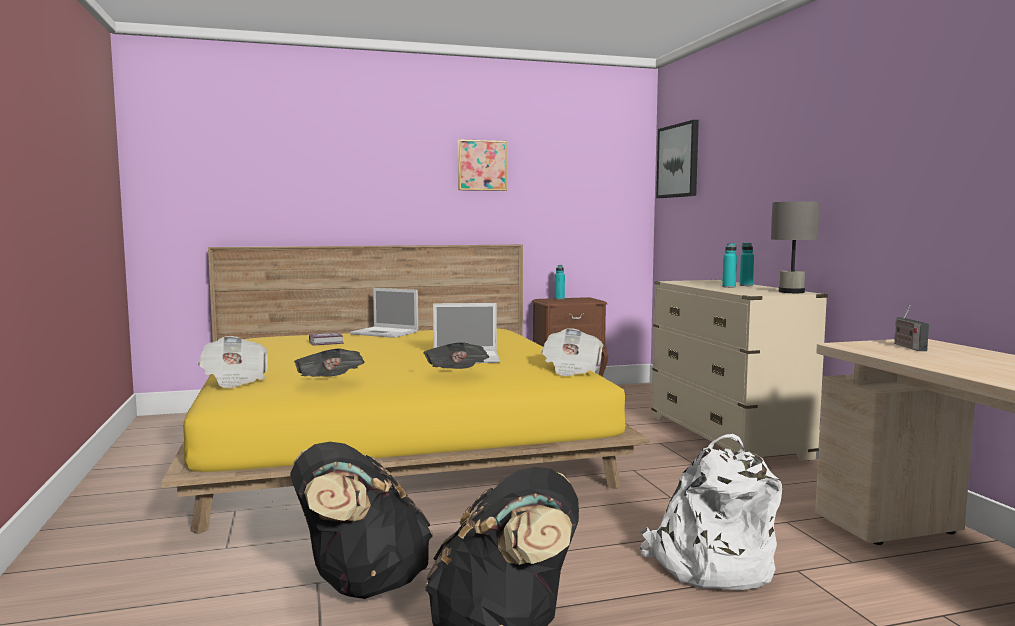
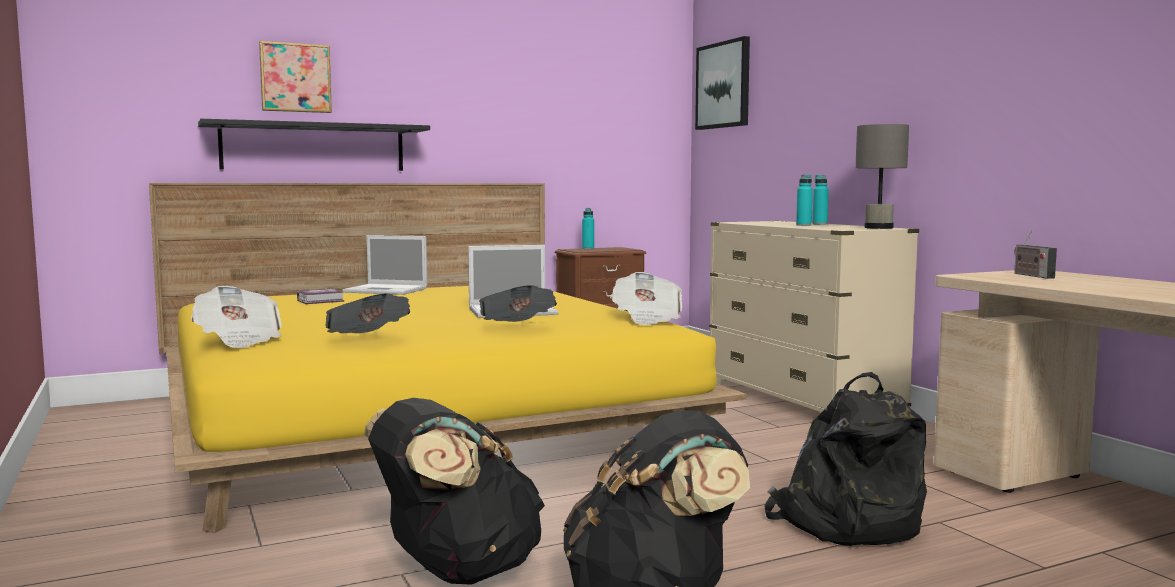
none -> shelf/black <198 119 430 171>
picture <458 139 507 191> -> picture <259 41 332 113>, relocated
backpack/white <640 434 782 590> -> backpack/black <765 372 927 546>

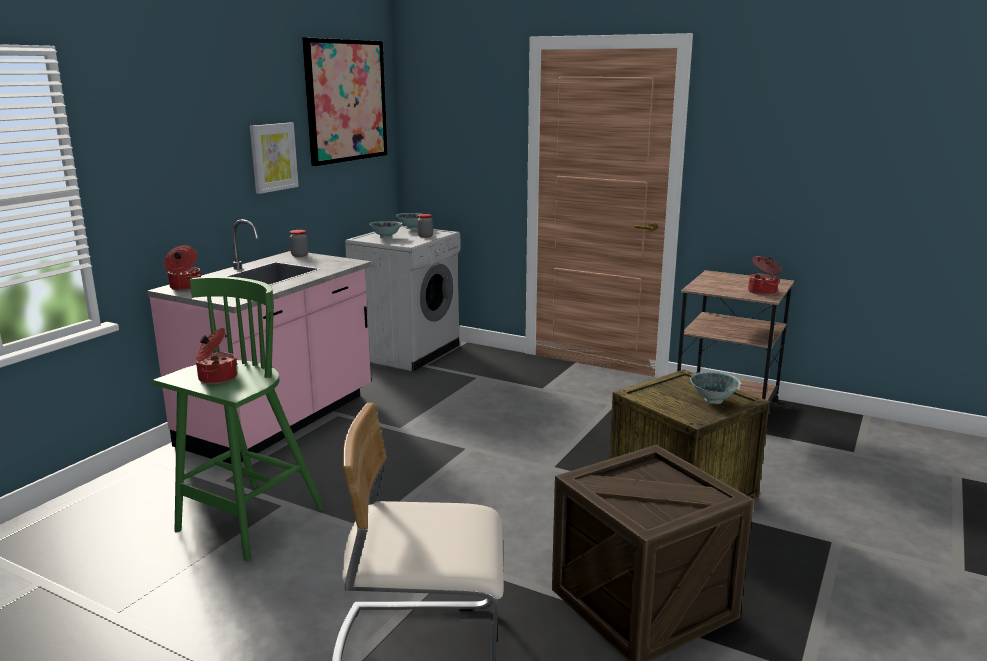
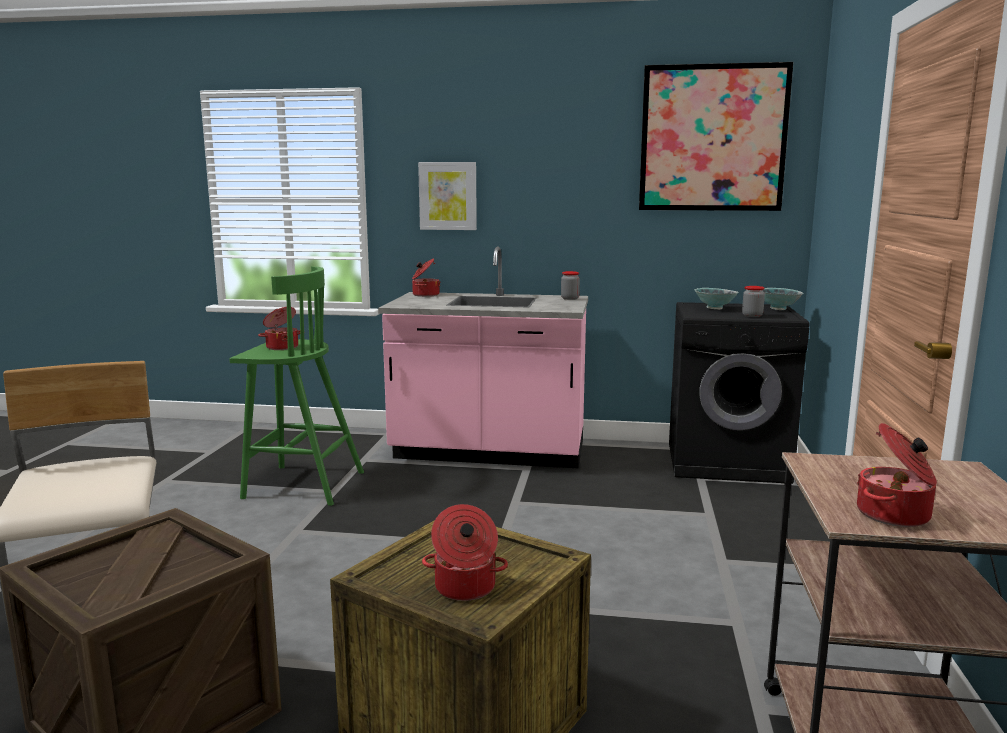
picture <250 123 299 194> -> picture <418 162 477 230>, relocated
bowl <690 372 741 404> -> cooking pot <422 504 508 601>
washing machine/white <345 226 460 371> -> washing machine/black <669 302 809 484>

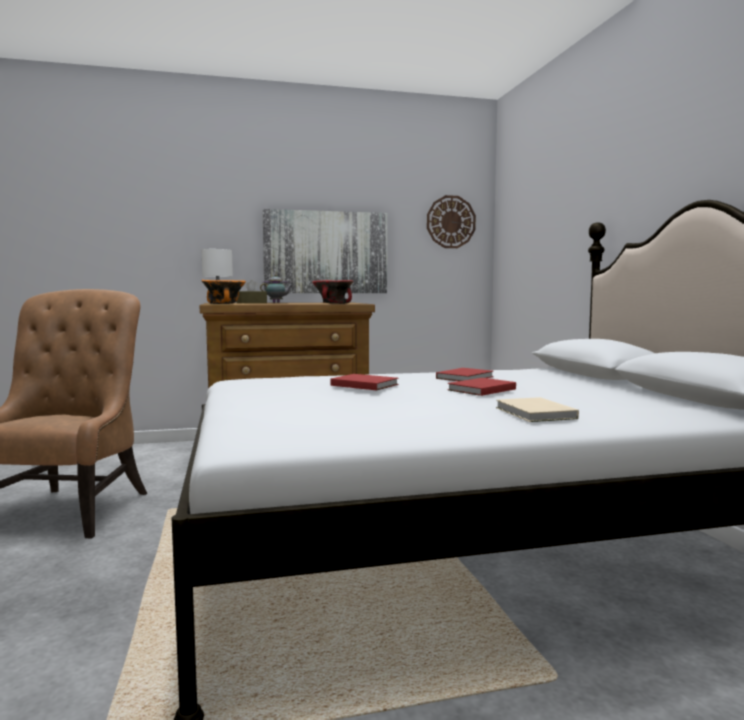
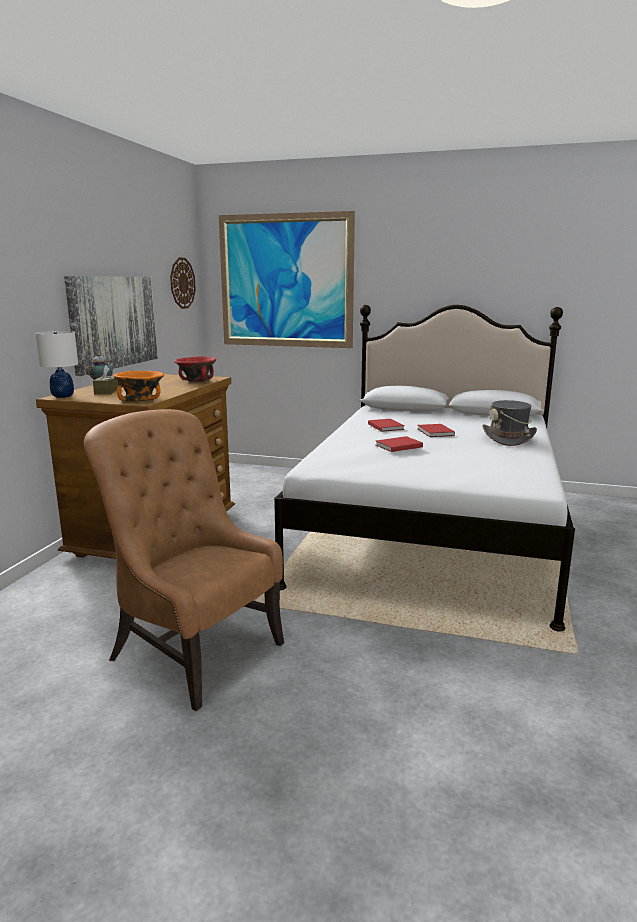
none -> picture <219 211 355 348>
book/beige <496 397 579 422> -> hat/grey <482 400 537 446>

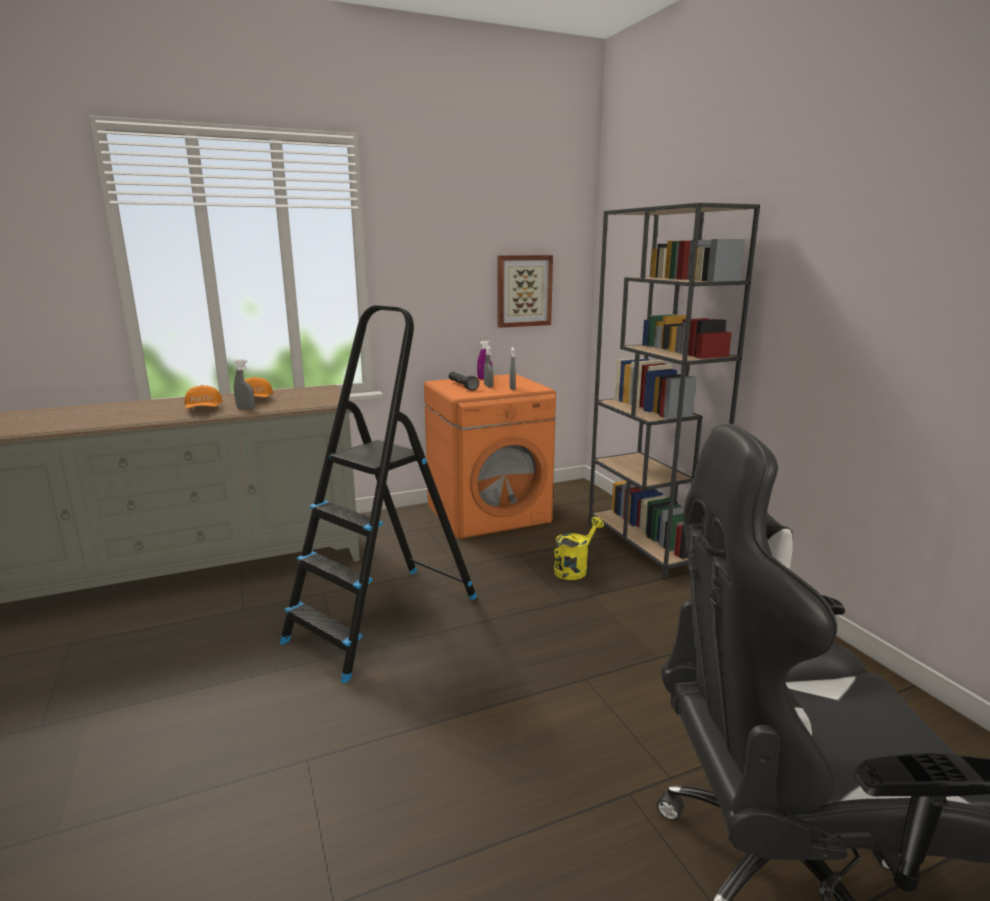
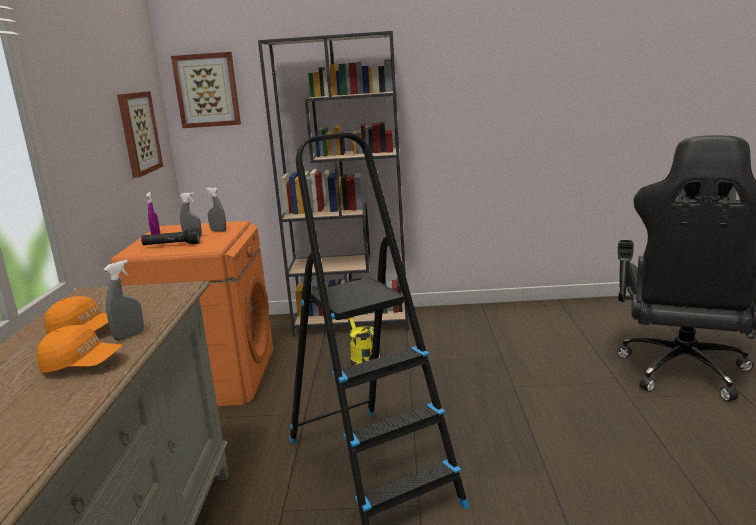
none -> picture <171 52 241 128>

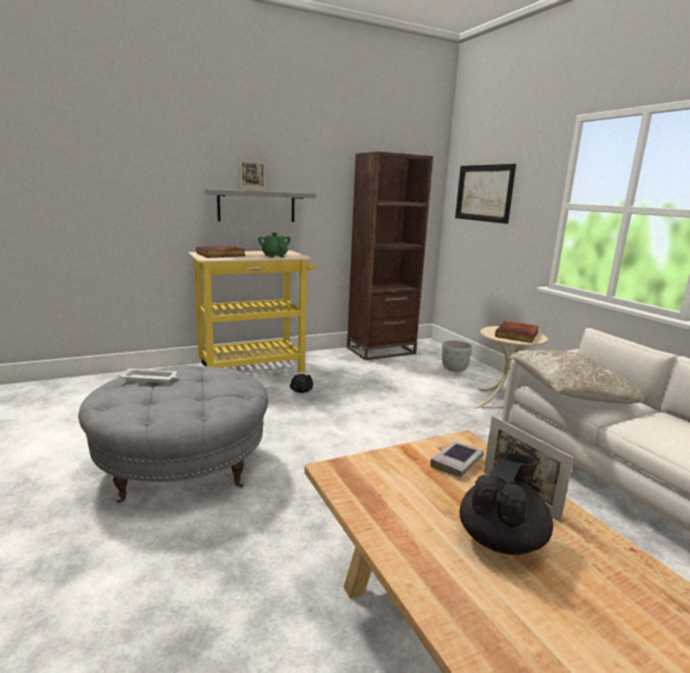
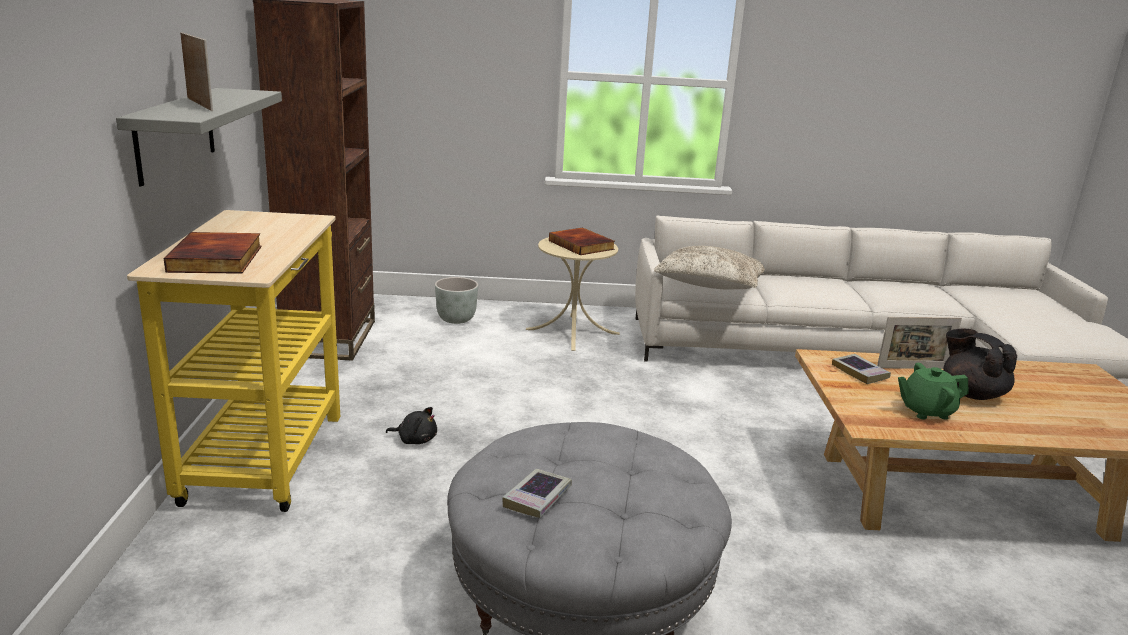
tray/white <119 368 177 383> -> book <502 469 572 518>
teapot/green <258 233 291 258> -> teapot/green <898 363 969 420>, relocated
picture <455 164 516 224> -> none

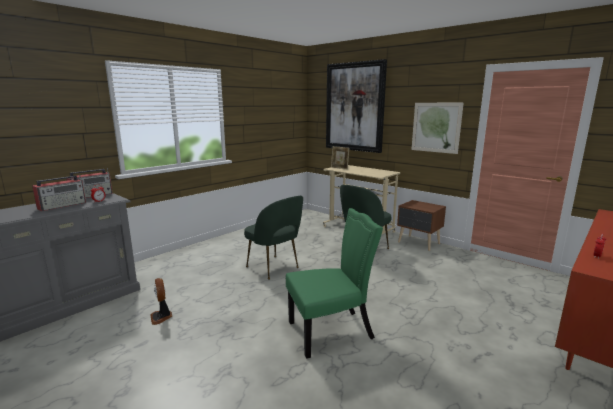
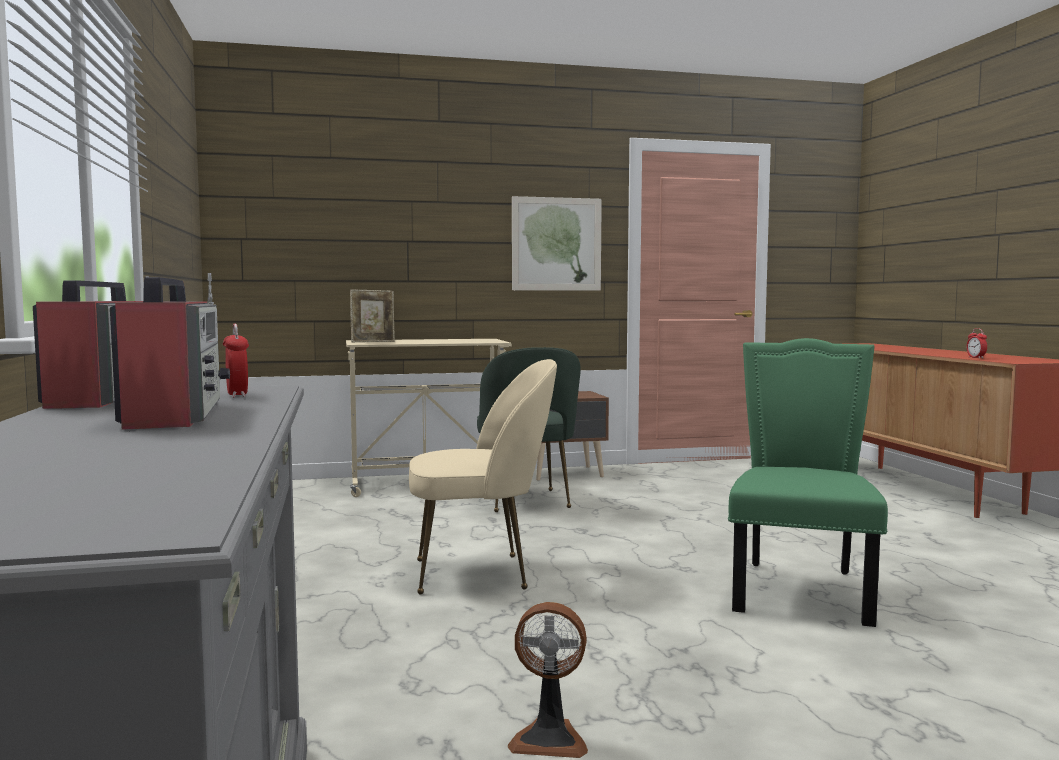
chair/green <244 196 303 280> -> chair/beige <409 359 557 595>
picture <326 59 387 153> -> none

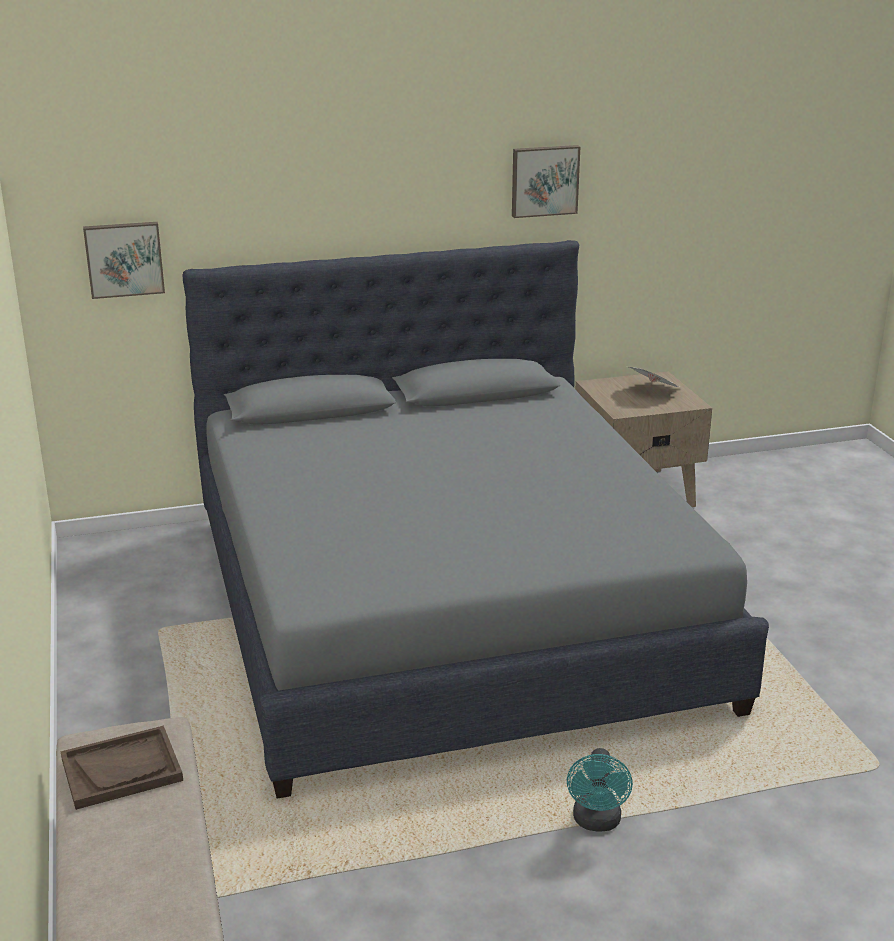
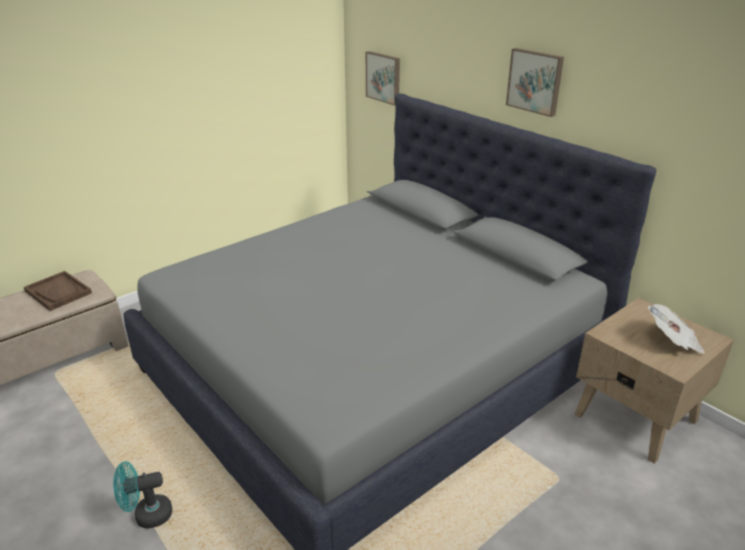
picture <512 145 580 218> -> picture <506 48 564 117>, relocated

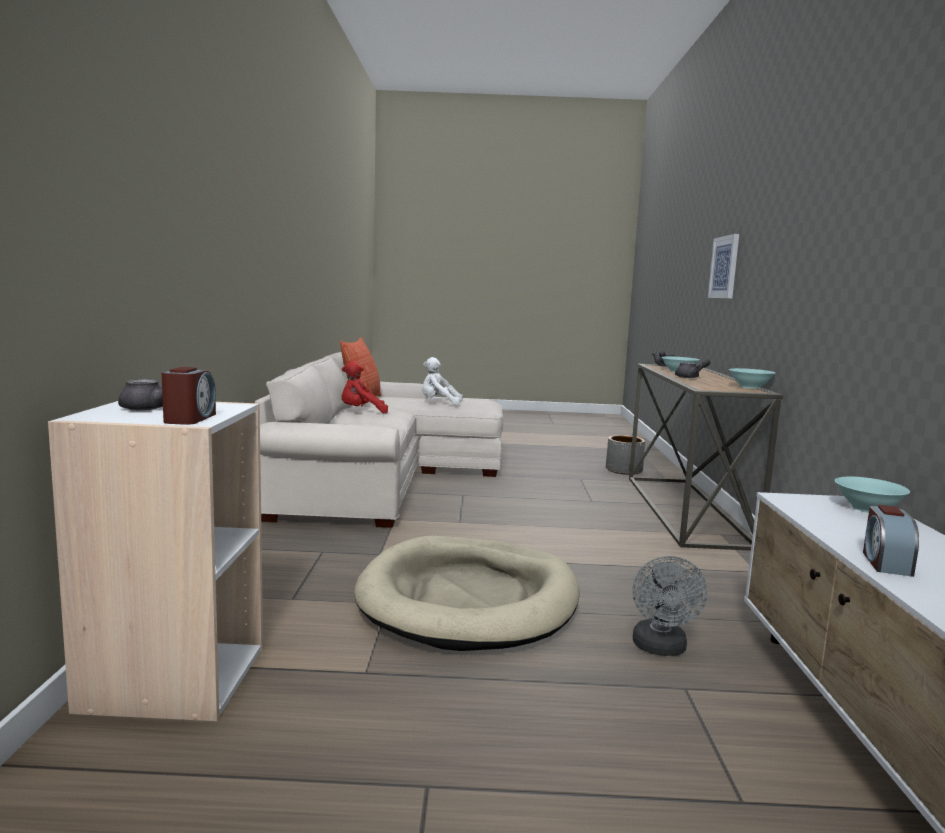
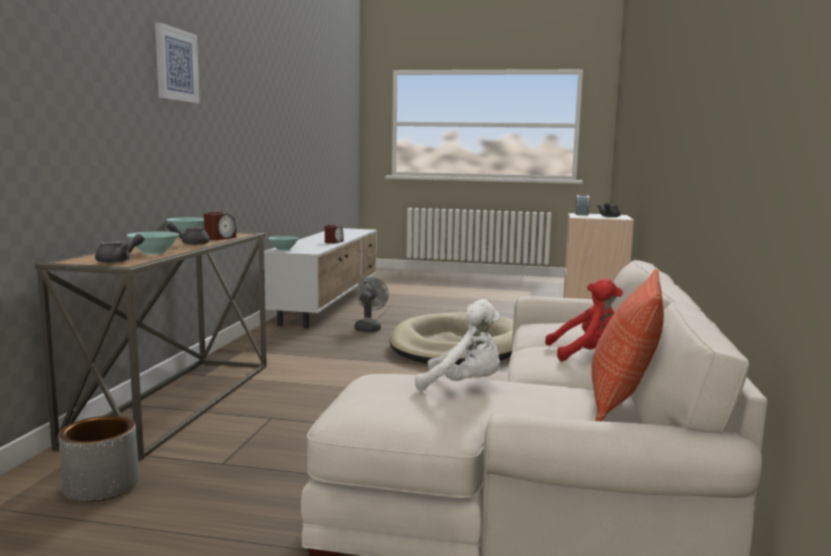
picture <708 234 739 298> -> picture <155 22 200 103>, relocated
none -> alarm clock <204 211 236 240>

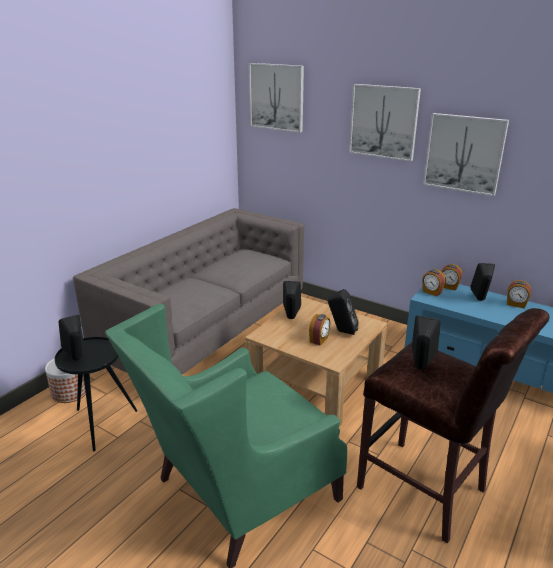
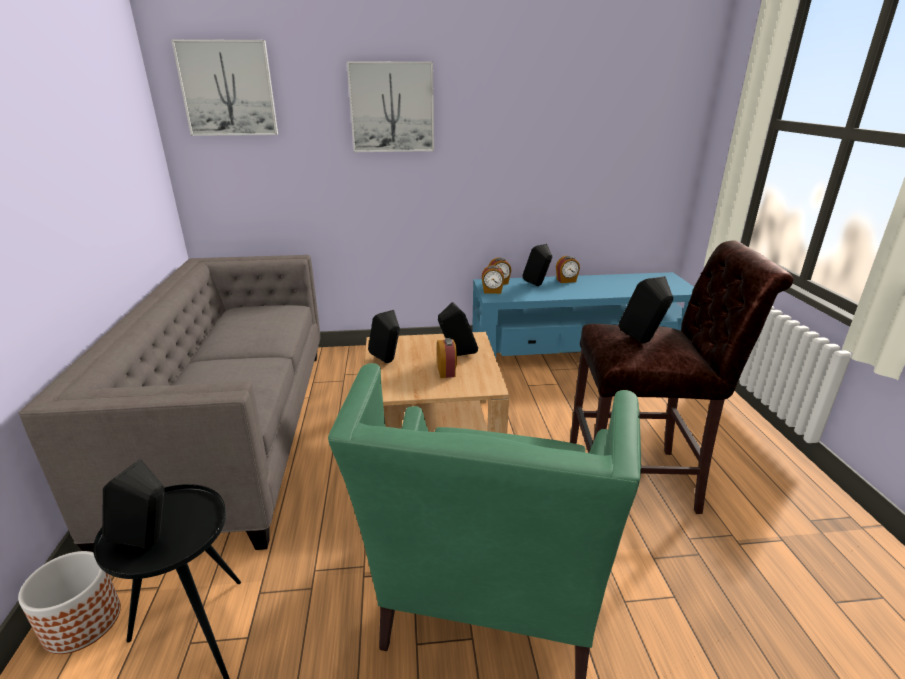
picture <423 113 509 196> -> none

